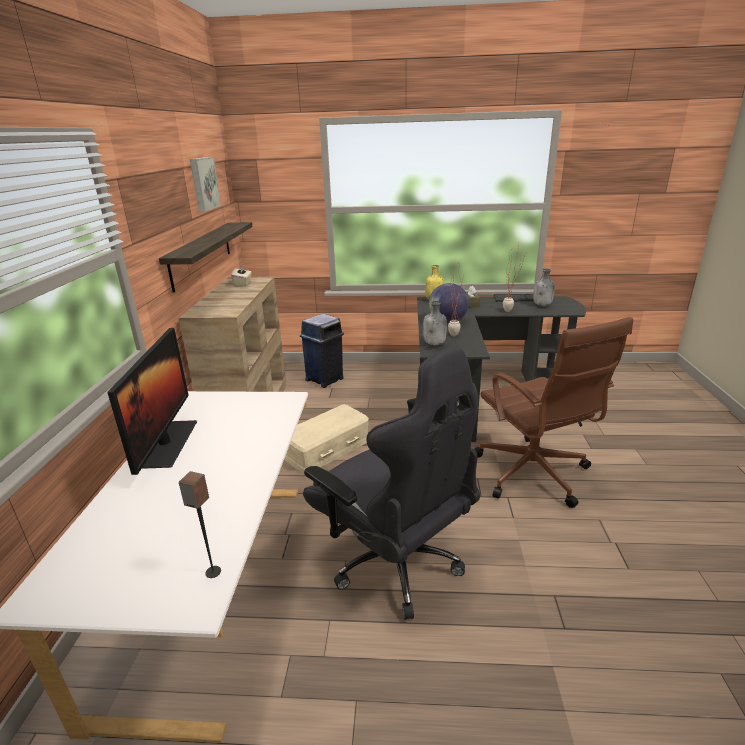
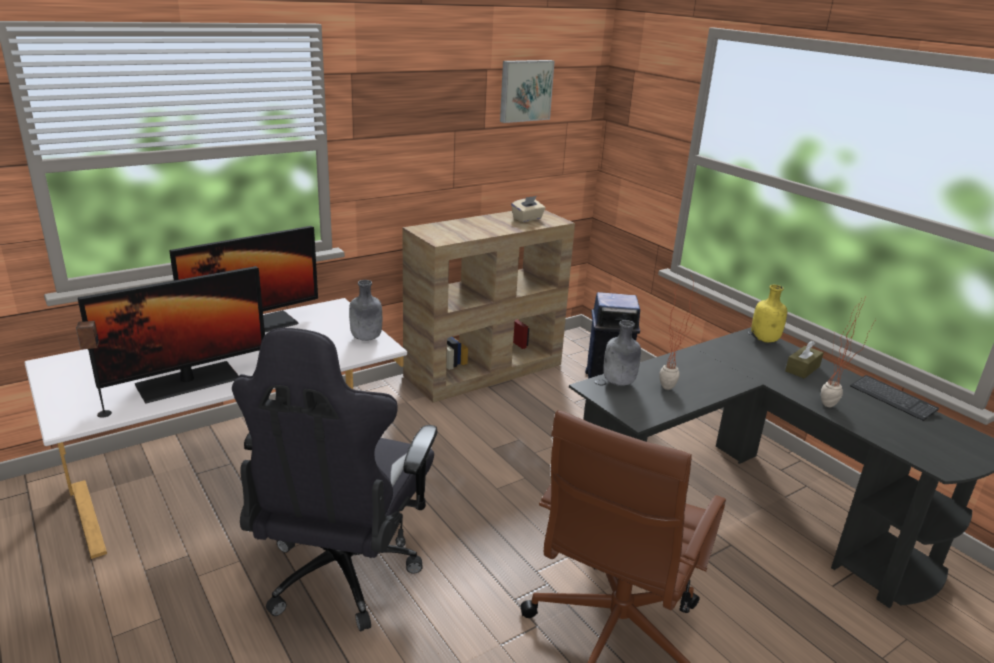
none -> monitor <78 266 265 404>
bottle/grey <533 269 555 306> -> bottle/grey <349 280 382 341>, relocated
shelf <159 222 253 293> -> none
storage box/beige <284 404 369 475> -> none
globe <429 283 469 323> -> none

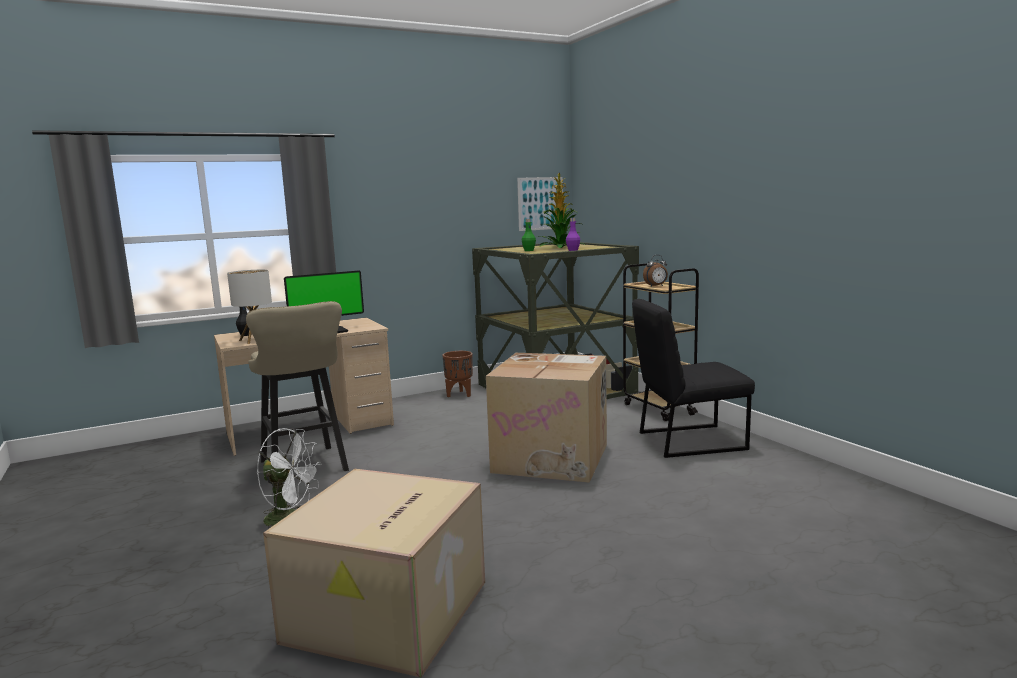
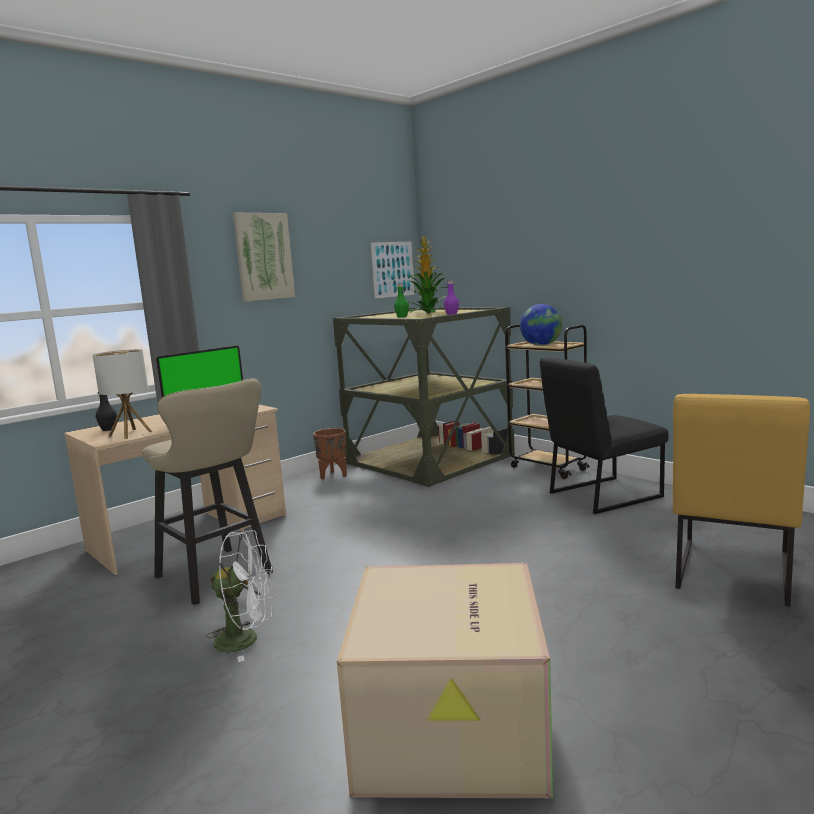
none -> picture <233 213 295 302>
alarm clock <643 255 668 286> -> globe <520 304 562 346>
none -> chair/yellow <673 394 810 607>
cardboard box <486 353 607 483> -> none

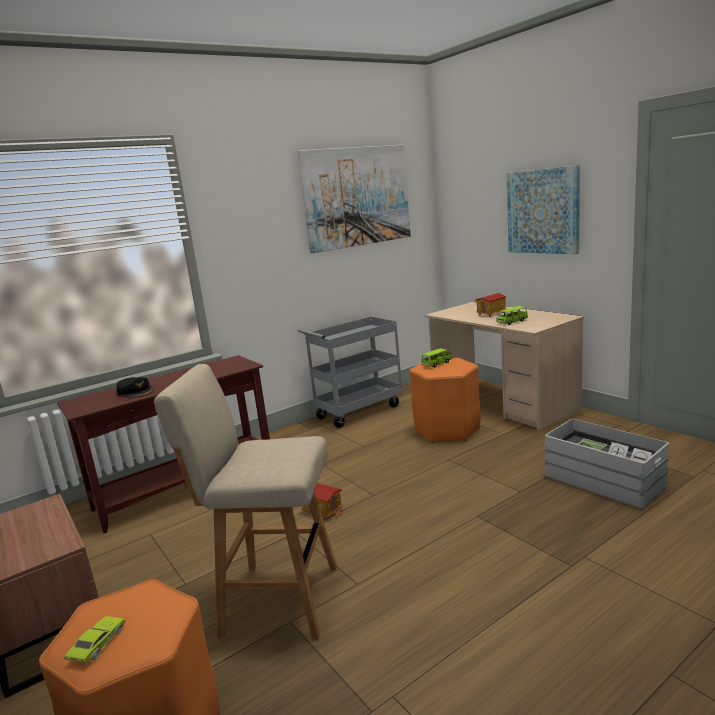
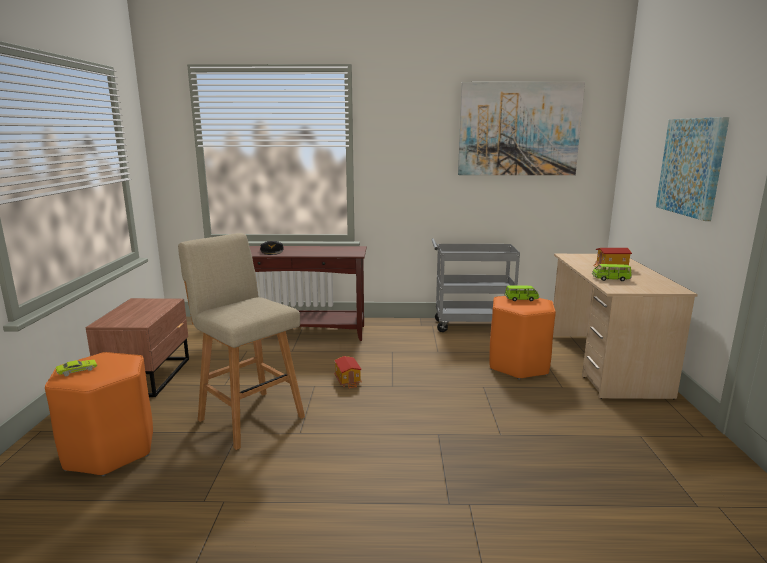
storage box/grey <545 419 669 509> -> none

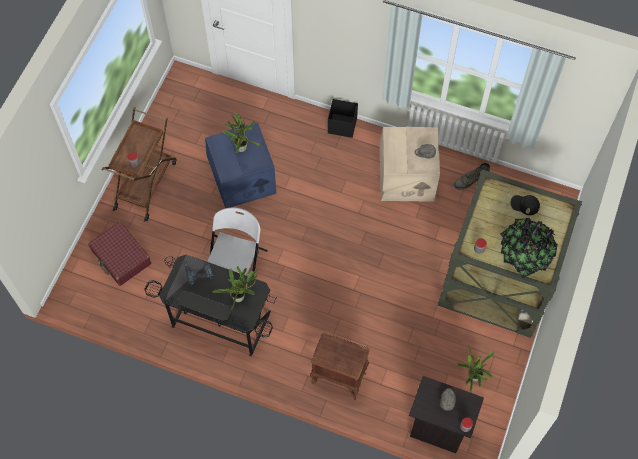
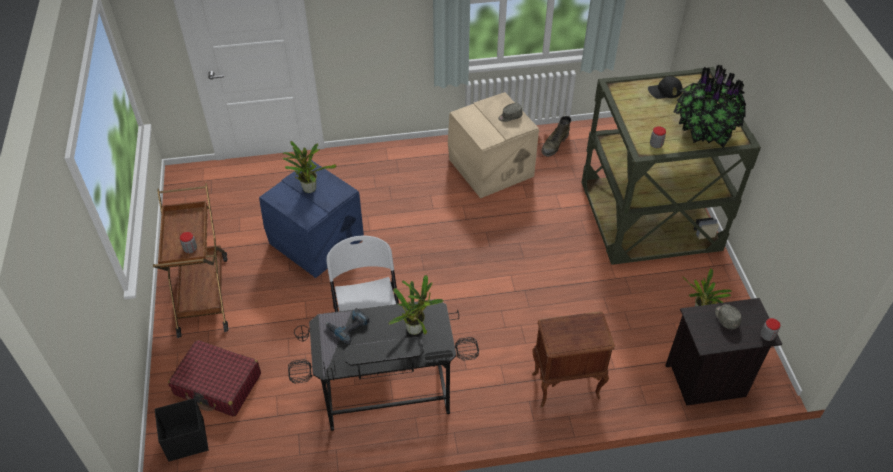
storage box/black <328 99 358 138> -> storage box/black <155 398 209 462>, relocated

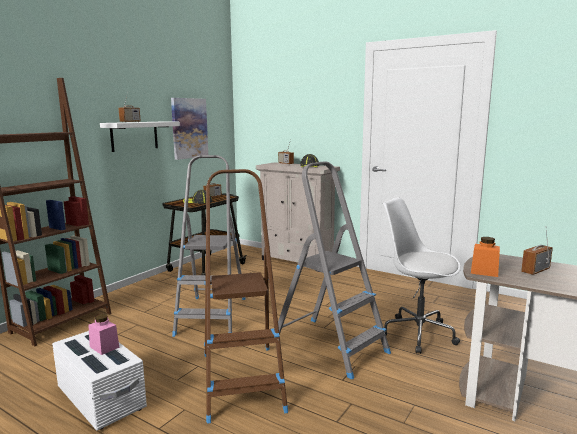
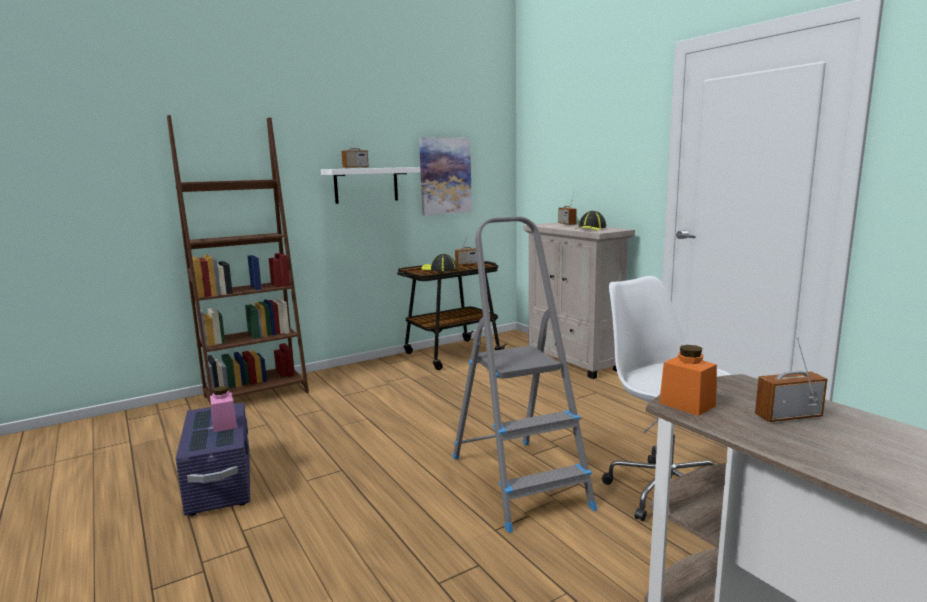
storage box/white <52 331 147 430> -> storage box/purple <176 402 250 516>
step ladder/grey <172 155 246 337> -> none
step ladder/brown <204 169 288 424> -> none

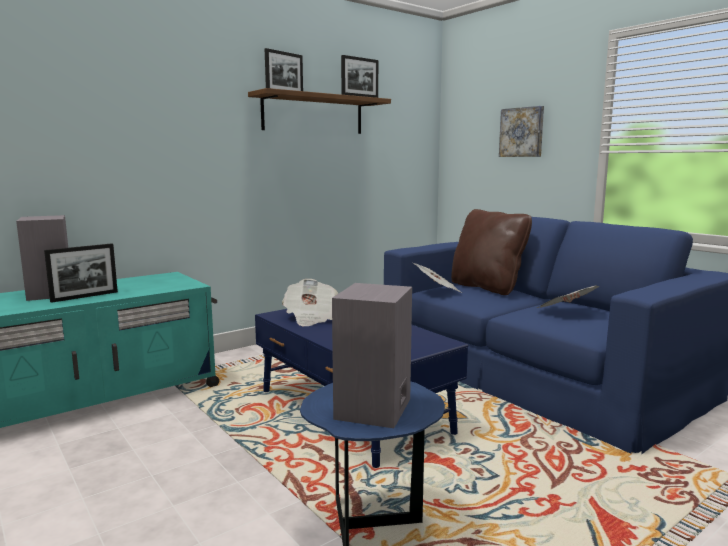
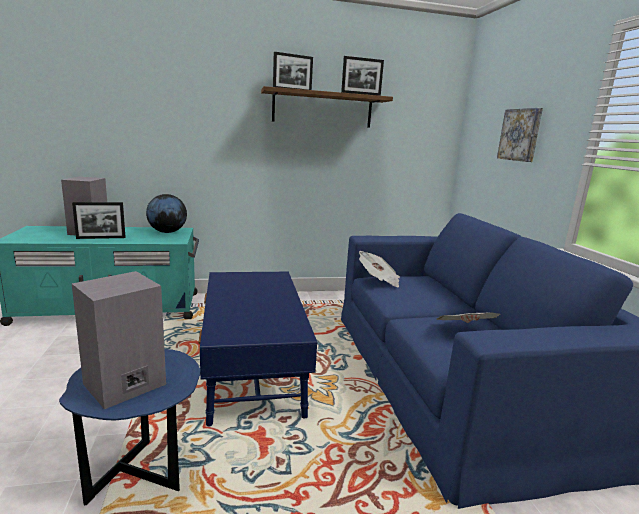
none -> globe <146 194 187 233>
newspaper <282 279 338 326> -> none
pillow/brown <451 209 532 295> -> none

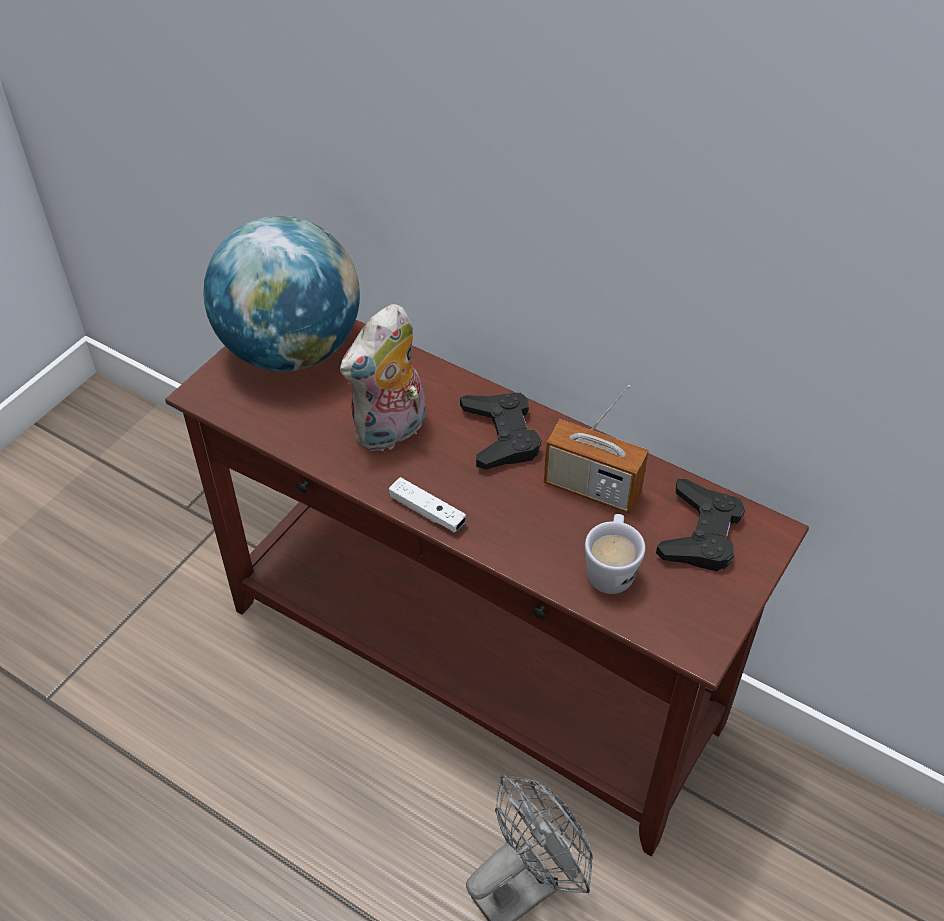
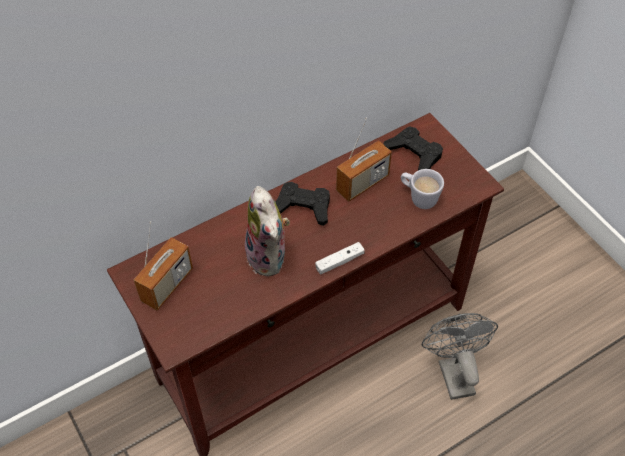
globe <203 216 360 372> -> radio <134 221 193 310>

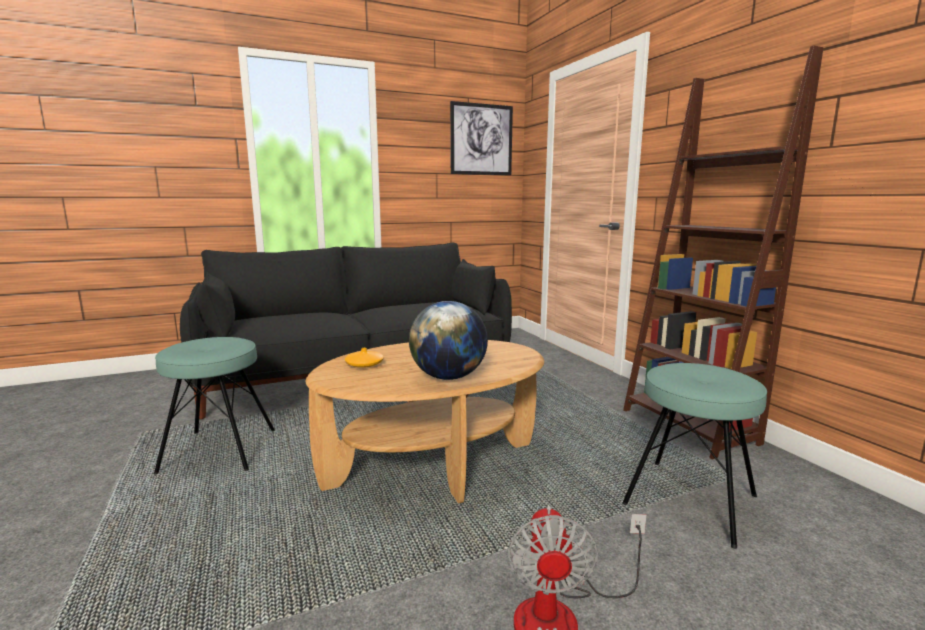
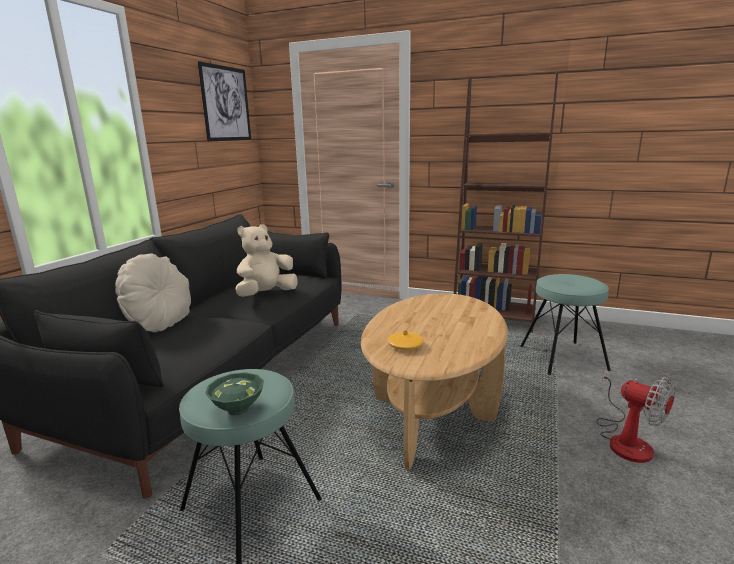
none -> pillow/beige <115 254 191 332>
none -> bowl/green <205 372 264 415>
none -> plush toy/beige <235 224 297 297>
globe <409 301 488 380> -> none

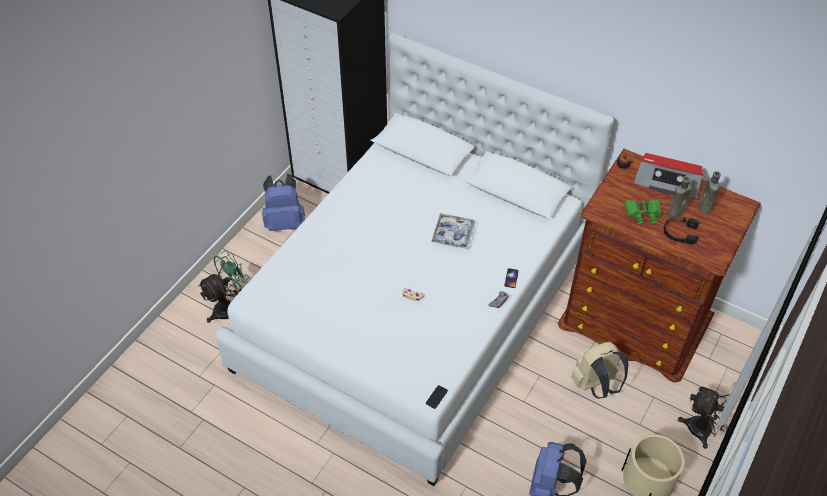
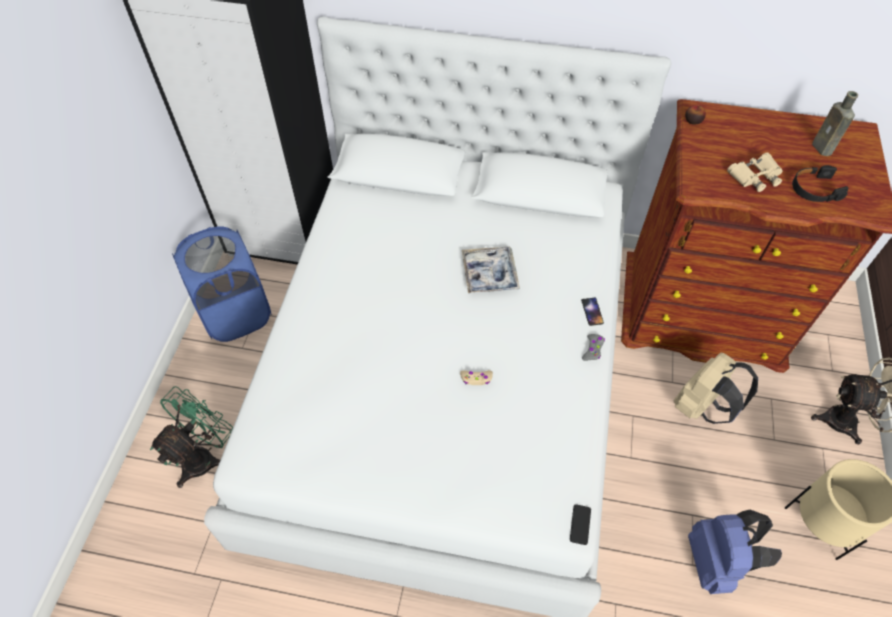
backpack/blue <262 174 305 231> -> laundry basket/blue <172 226 272 342>
binoculars/green <624 199 662 224> -> binoculars/beige <727 152 783 192>
radio <633 153 703 199> -> none
bottle/brown <668 176 692 217> -> none

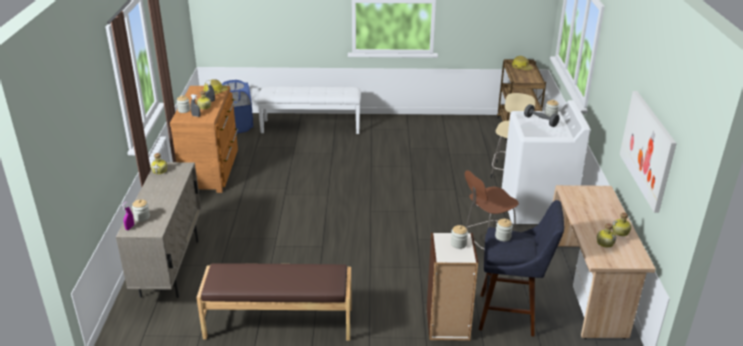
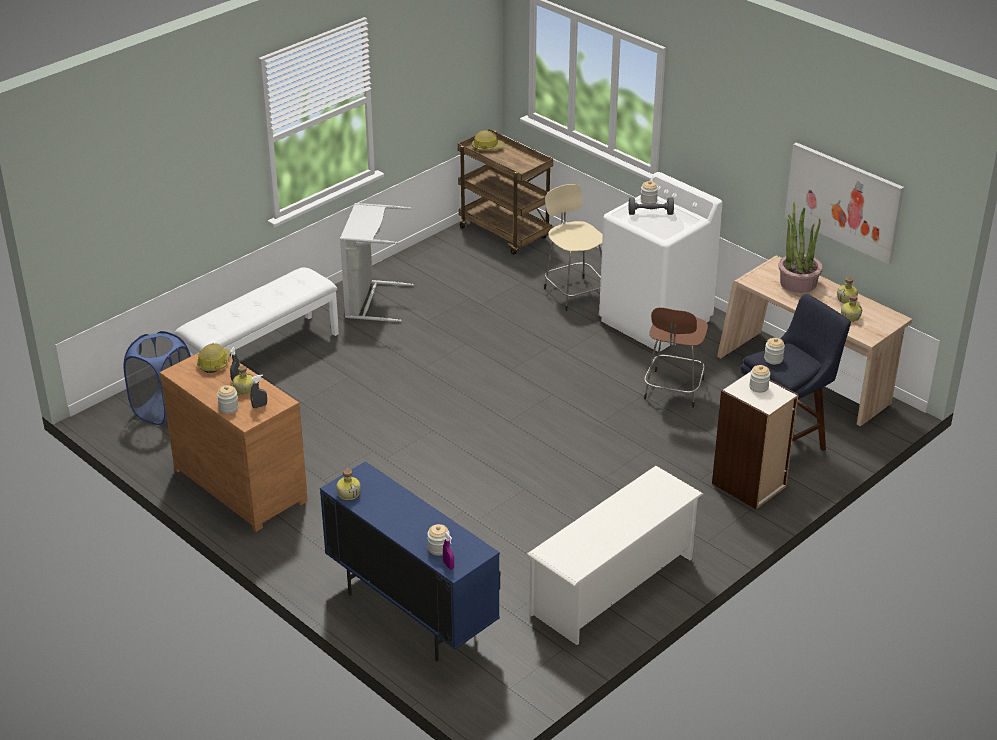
cabinet/beige <116 162 201 298> -> cabinet/blue <320 461 500 661>
none -> laundry basket/grey <340 203 414 322>
bench/brown <197 263 352 341> -> shoe rack/white <527 466 703 645>
none -> potted plant <778 203 823 293>

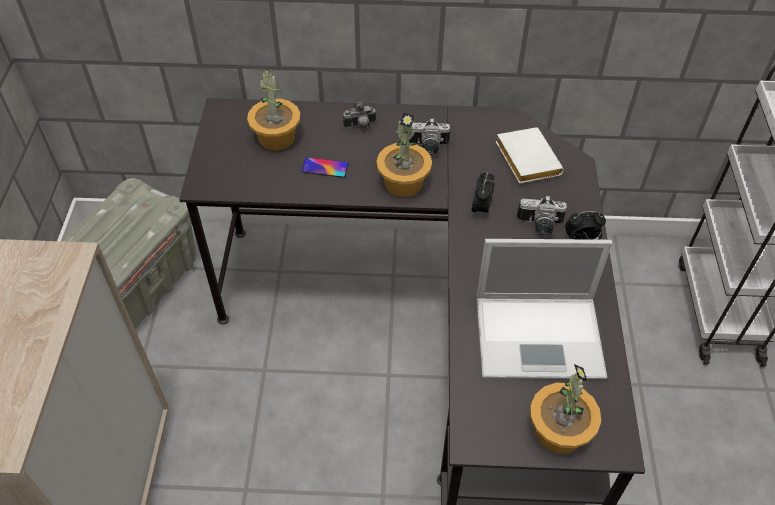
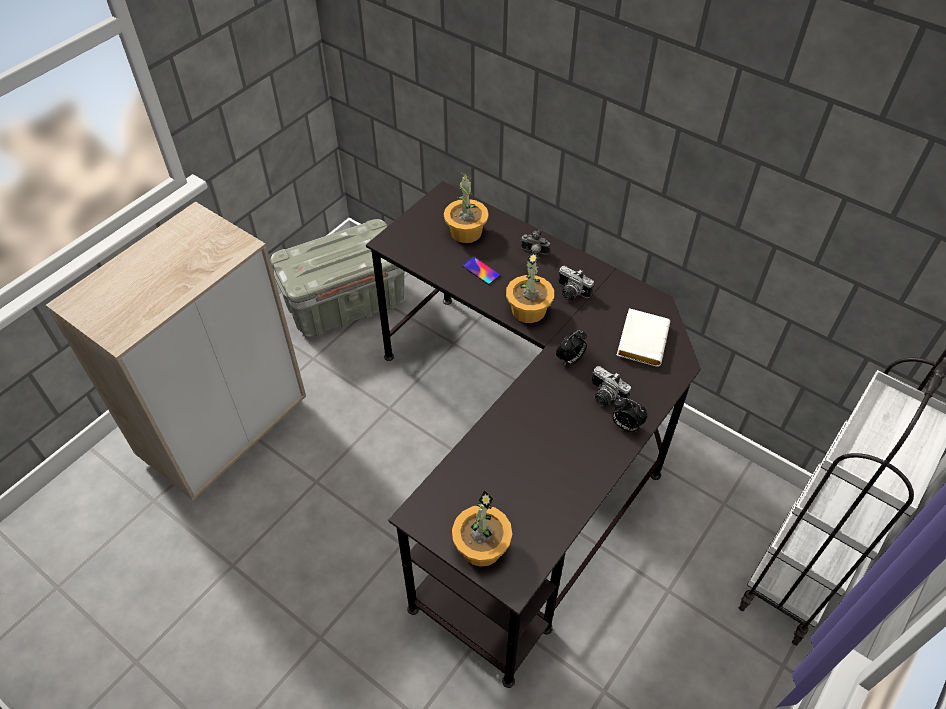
laptop <476 239 612 379> -> none

